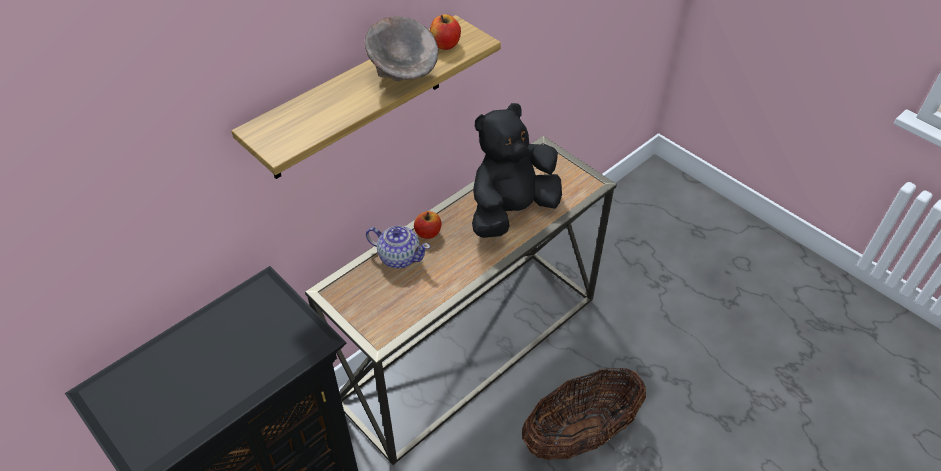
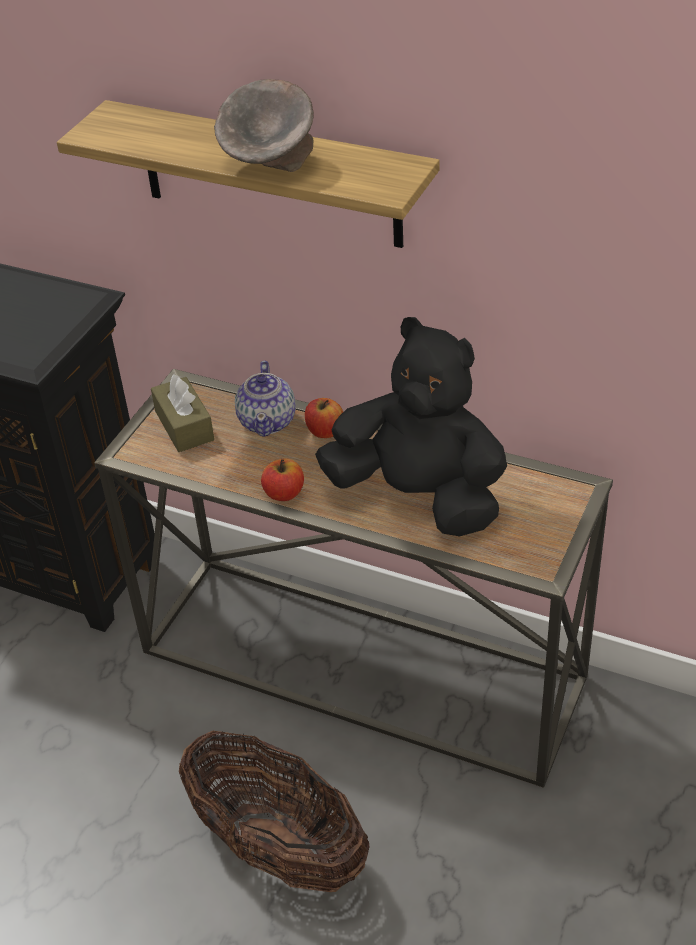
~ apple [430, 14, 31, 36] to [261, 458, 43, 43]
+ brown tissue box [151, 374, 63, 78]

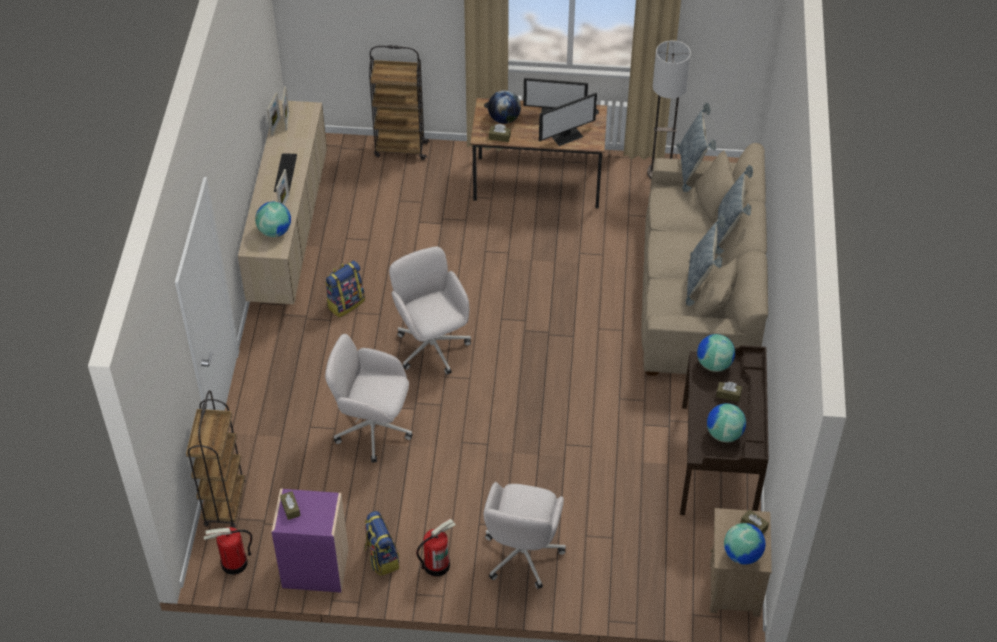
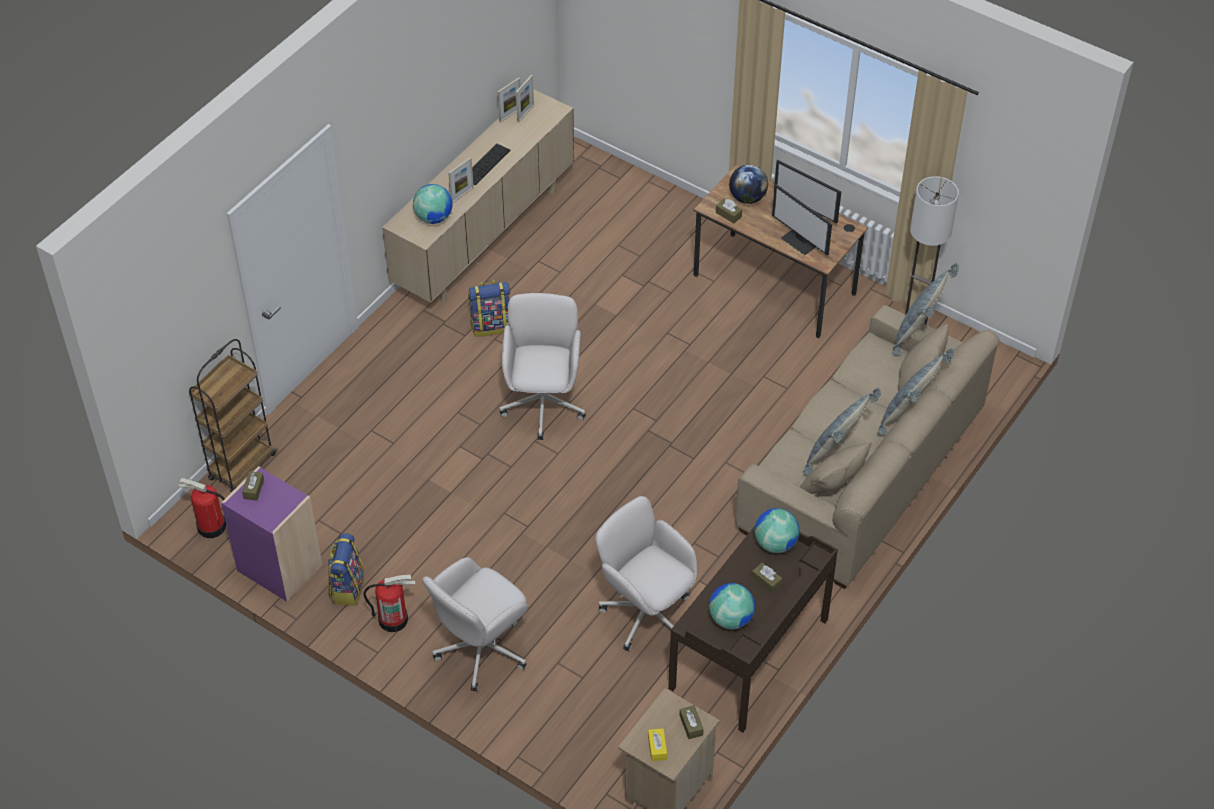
~ white office chair [325, 334, 88, 129] to [595, 496, 102, 155]
- brown cart [369, 45, 61, 115]
~ monitor [539, 93, 58, 53] = [772, 184, 60, 71] 45 degrees clockwise
~ globe [724, 523, 42, 42] to yellow tissue box [648, 728, 19, 33]

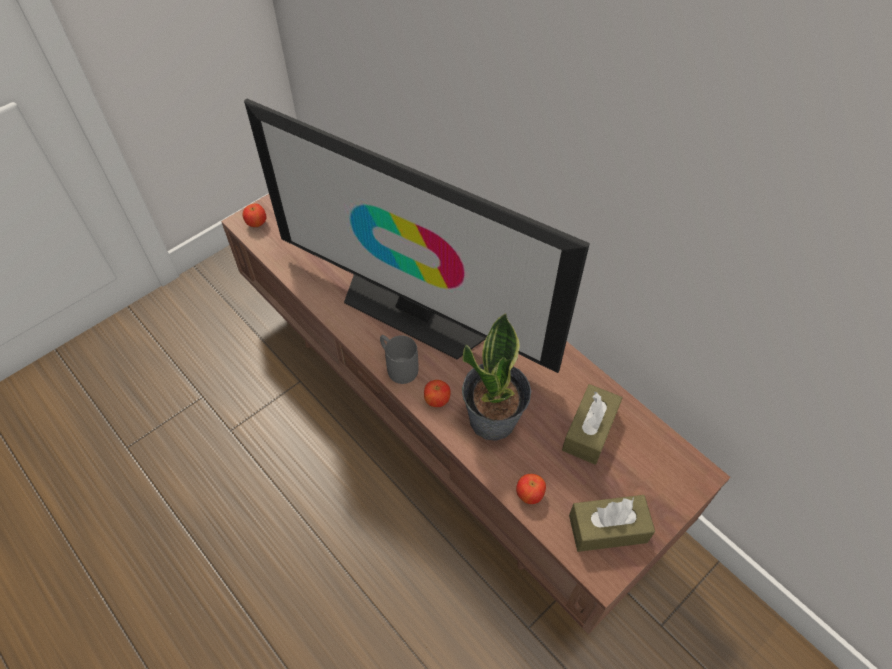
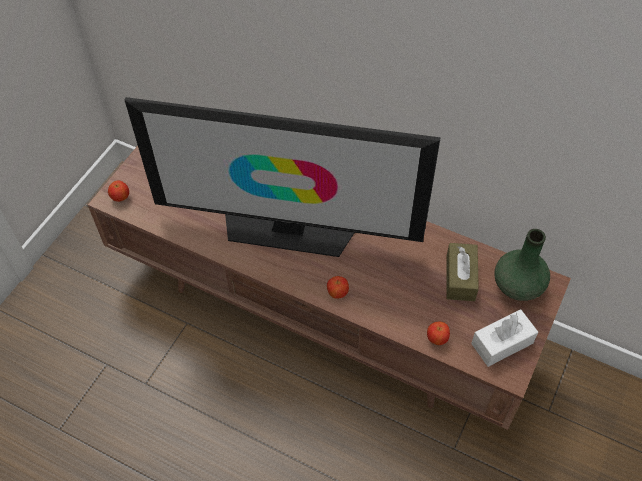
- grey mug [380, 335, 39, 49]
- potted plant [462, 313, 69, 128]
~ brown tissue box [569, 495, 86, 57] to white tissue box [471, 309, 67, 58]
+ green vase [494, 229, 56, 72]

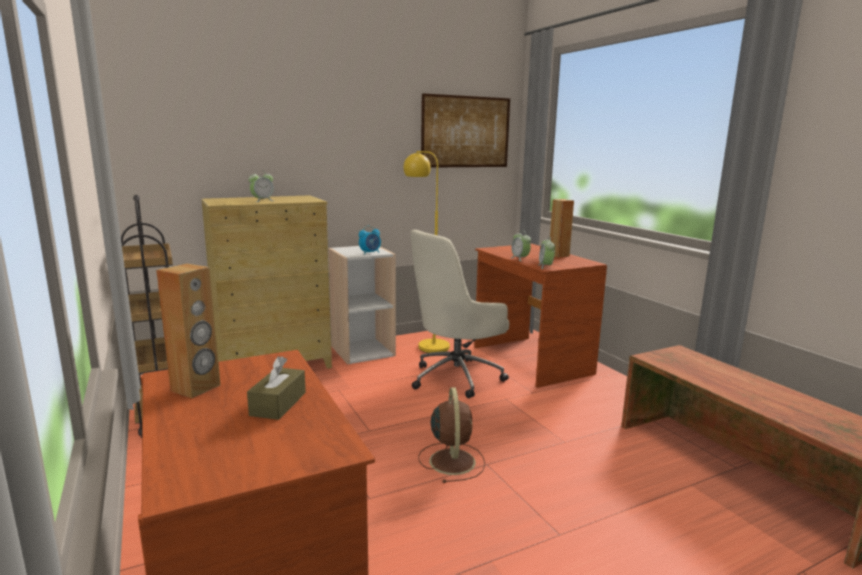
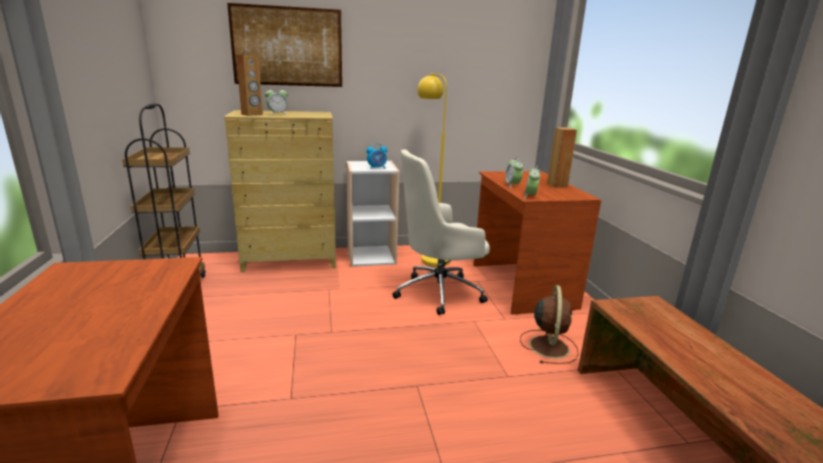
~ brown speaker [156, 263, 64, 135] to [236, 55, 27, 61]
- brown tissue box [247, 356, 59, 64]
~ brown fan [418, 388, 67, 95] to [520, 285, 59, 79]
~ picture [421, 93, 89, 75] to [227, 3, 115, 84]

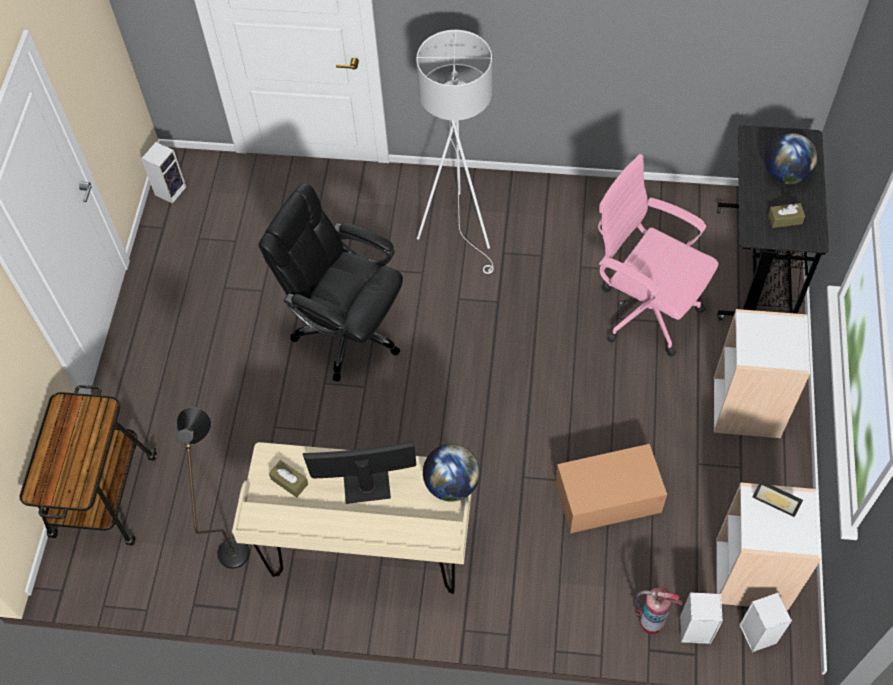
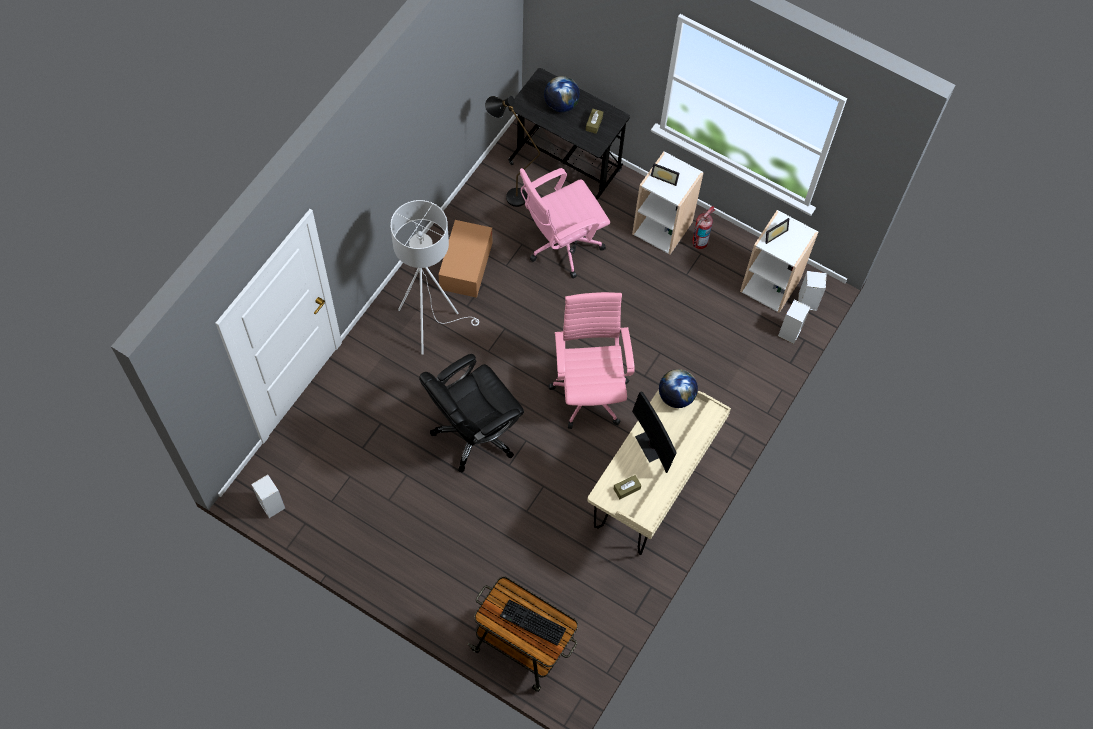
~ black floor lamp [176, 407, 74, 162] to [485, 96, 55, 111]
~ monitor [303, 440, 113, 64] = [632, 392, 45, 81] 45 degrees counterclockwise
~ cardboard box [555, 444, 112, 89] to [439, 220, 53, 78]
~ fire extinguisher [635, 587, 47, 48] to [693, 206, 22, 43]
+ keyboard [500, 600, 66, 46]
+ pink office chair [548, 292, 87, 137]
+ picture frame [651, 163, 29, 23]

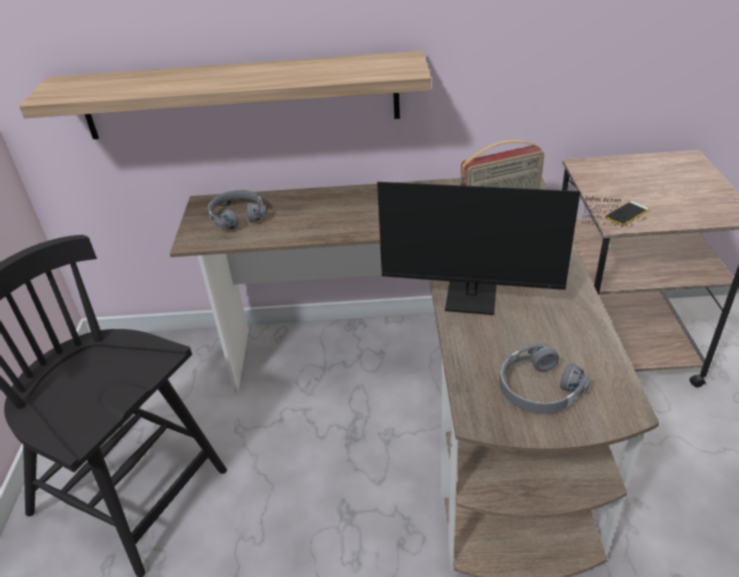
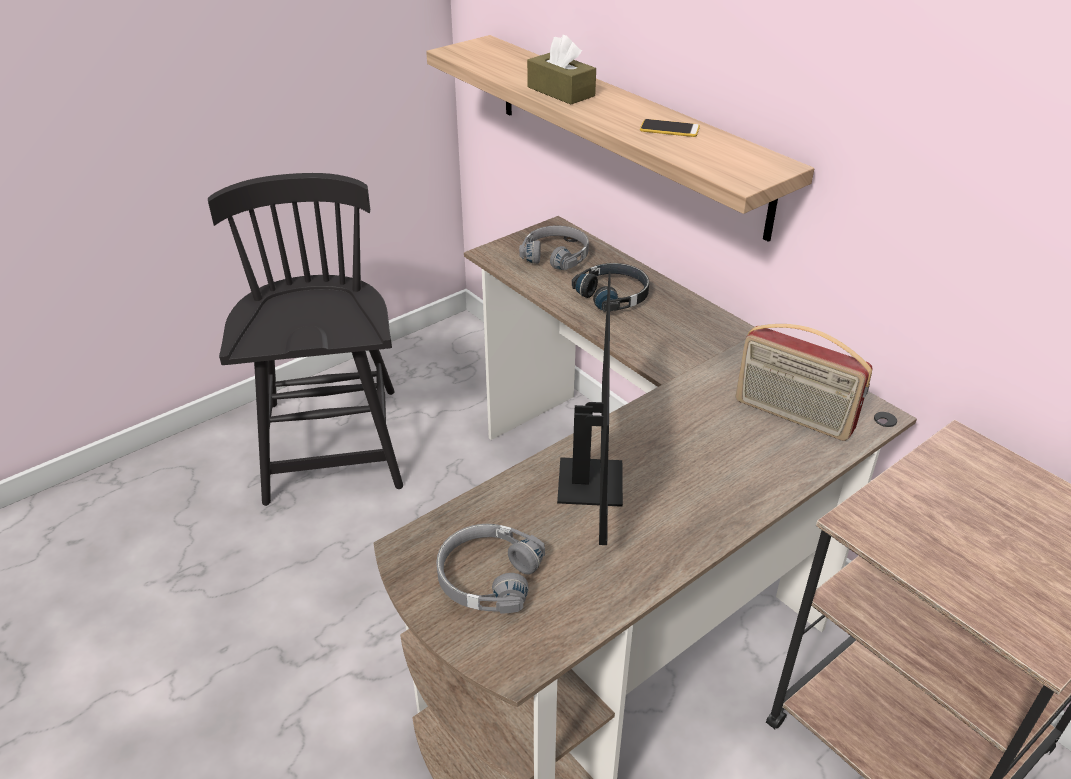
~ monitor [377, 182, 270, 133] = [557, 257, 66, 288] 150 degrees counterclockwise
~ phone [605, 201, 44, 25] to [640, 119, 60, 18]
+ brown tissue box [527, 35, 69, 70]
+ black headphones [572, 263, 77, 49]

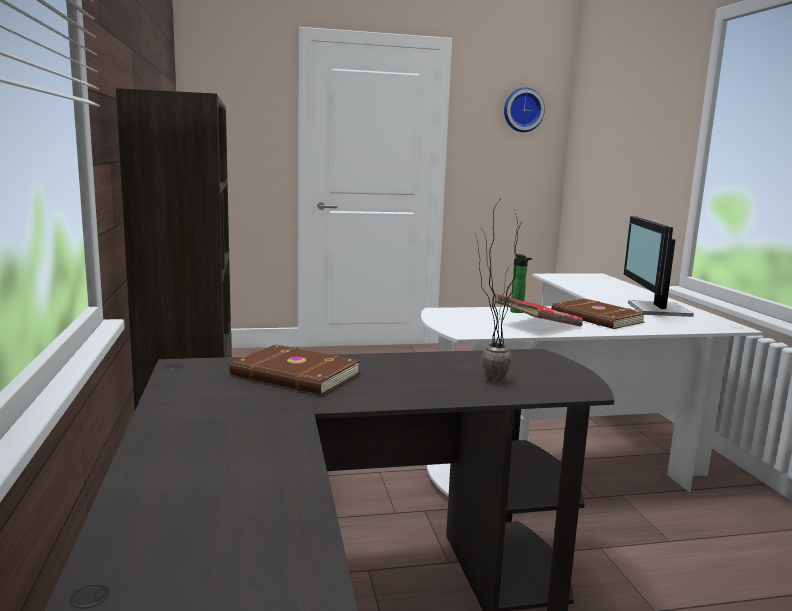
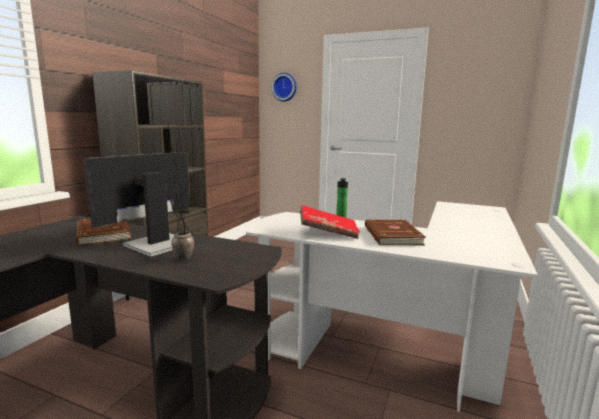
~ wall clock [504, 87, 41, 45] to [272, 73, 25, 29]
~ monitor [624, 216, 70, 101] to [84, 152, 106, 105]

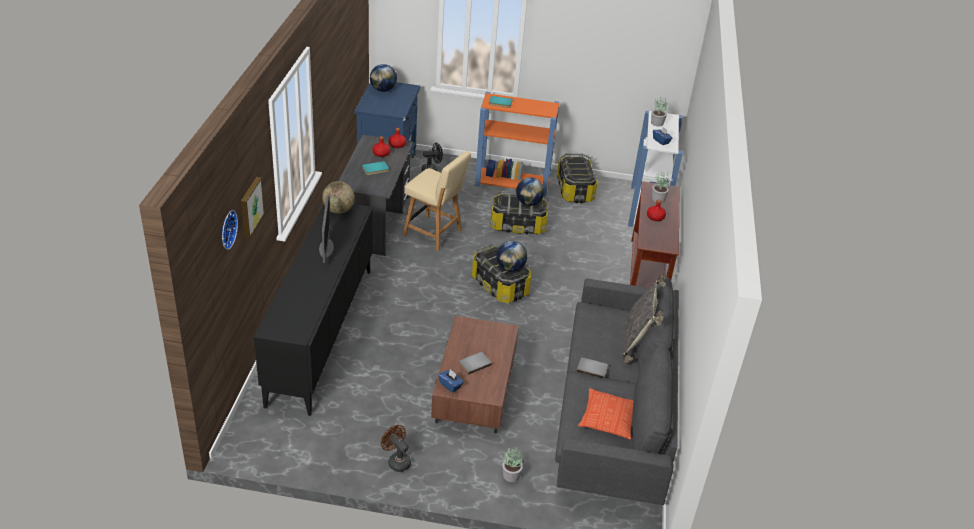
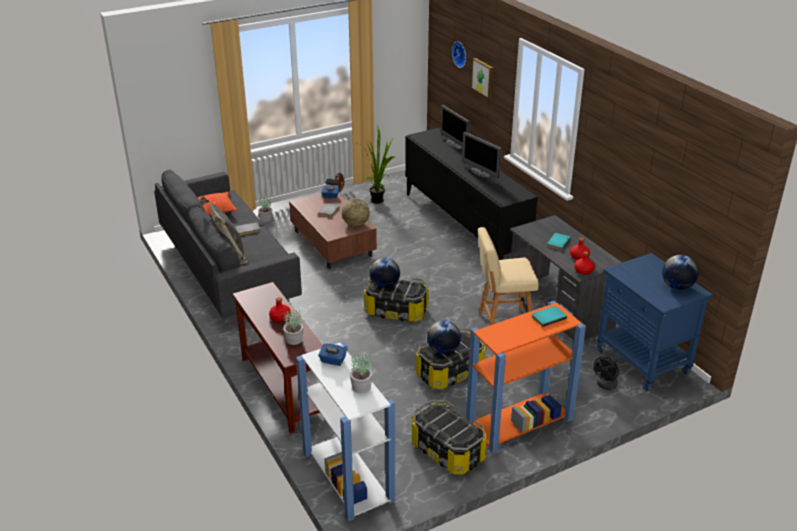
~ globe [322, 181, 33, 33] to [342, 198, 28, 29]
+ potted plant [356, 126, 39, 78]
+ monitor [440, 105, 30, 44]

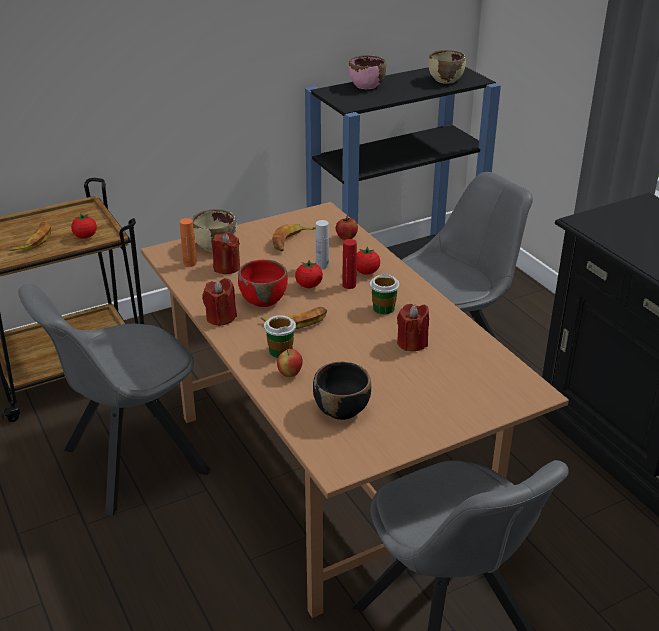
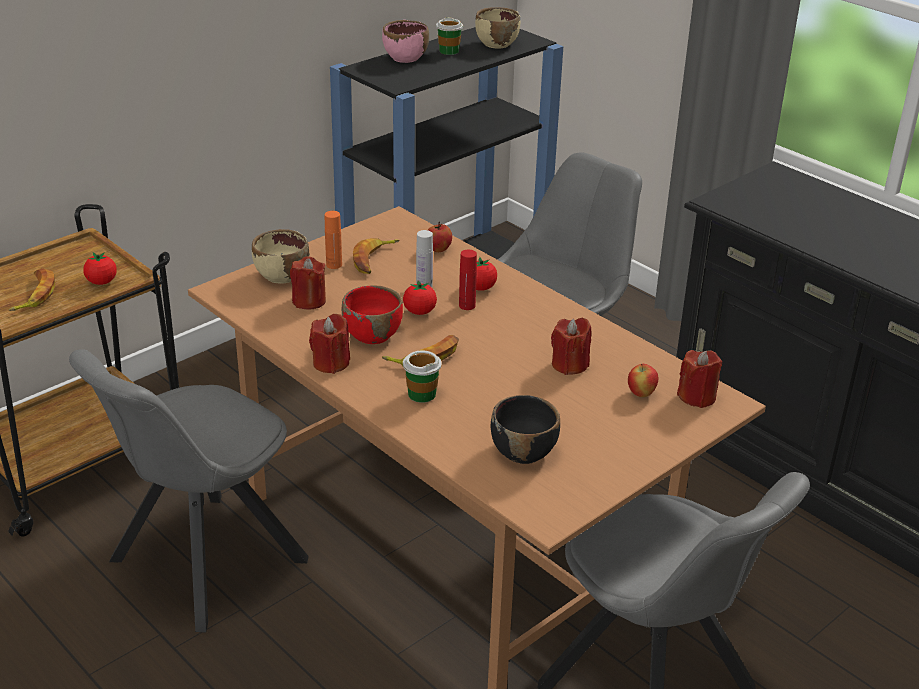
~ orange bottle [180, 218, 17, 49] to [325, 211, 17, 58]
~ apple [277, 348, 26, 29] to [628, 364, 30, 33]
~ cup [370, 273, 30, 42] to [436, 17, 27, 38]
+ red candle [677, 350, 45, 58]

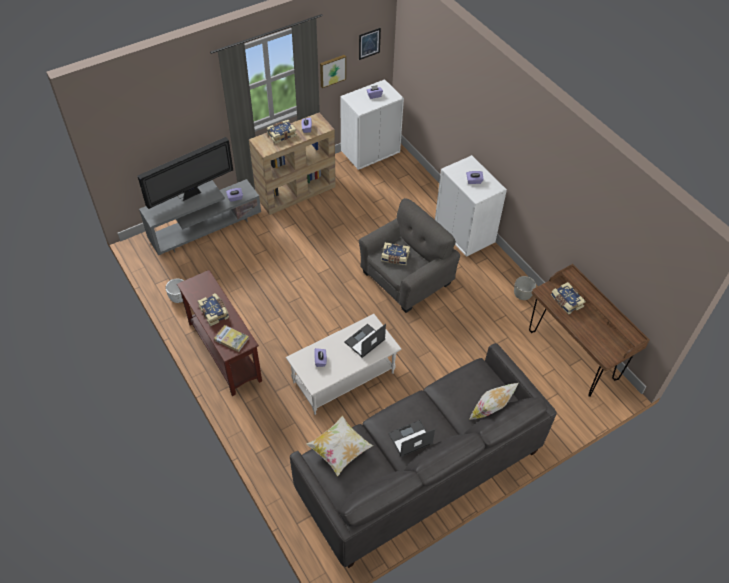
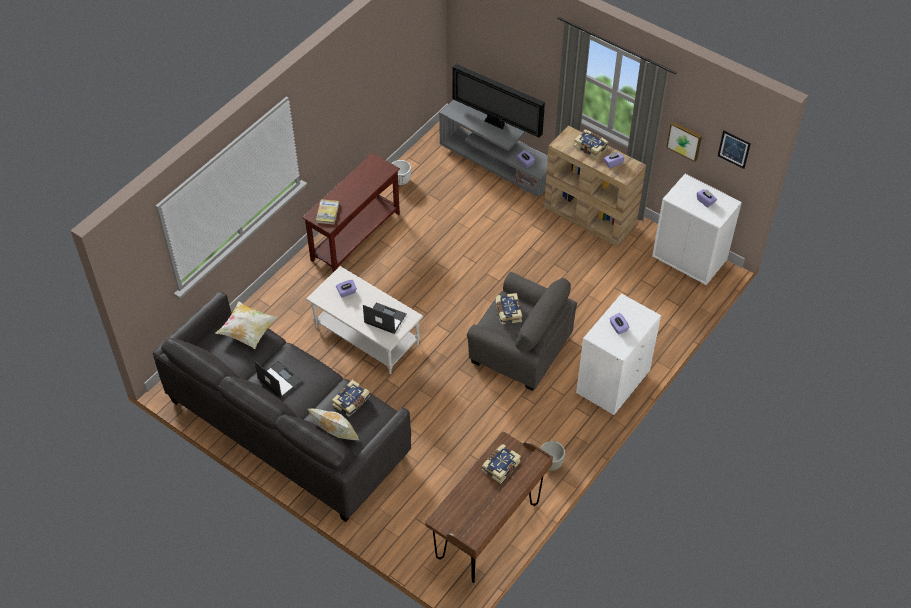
~ book [197, 293, 32, 33] to [332, 380, 38, 37]

